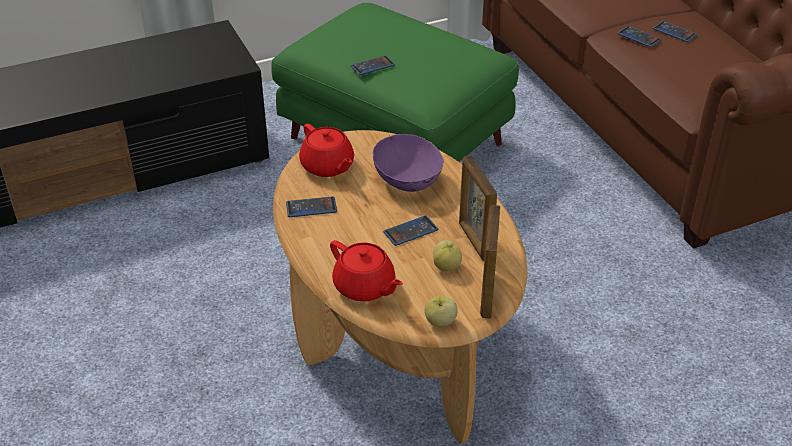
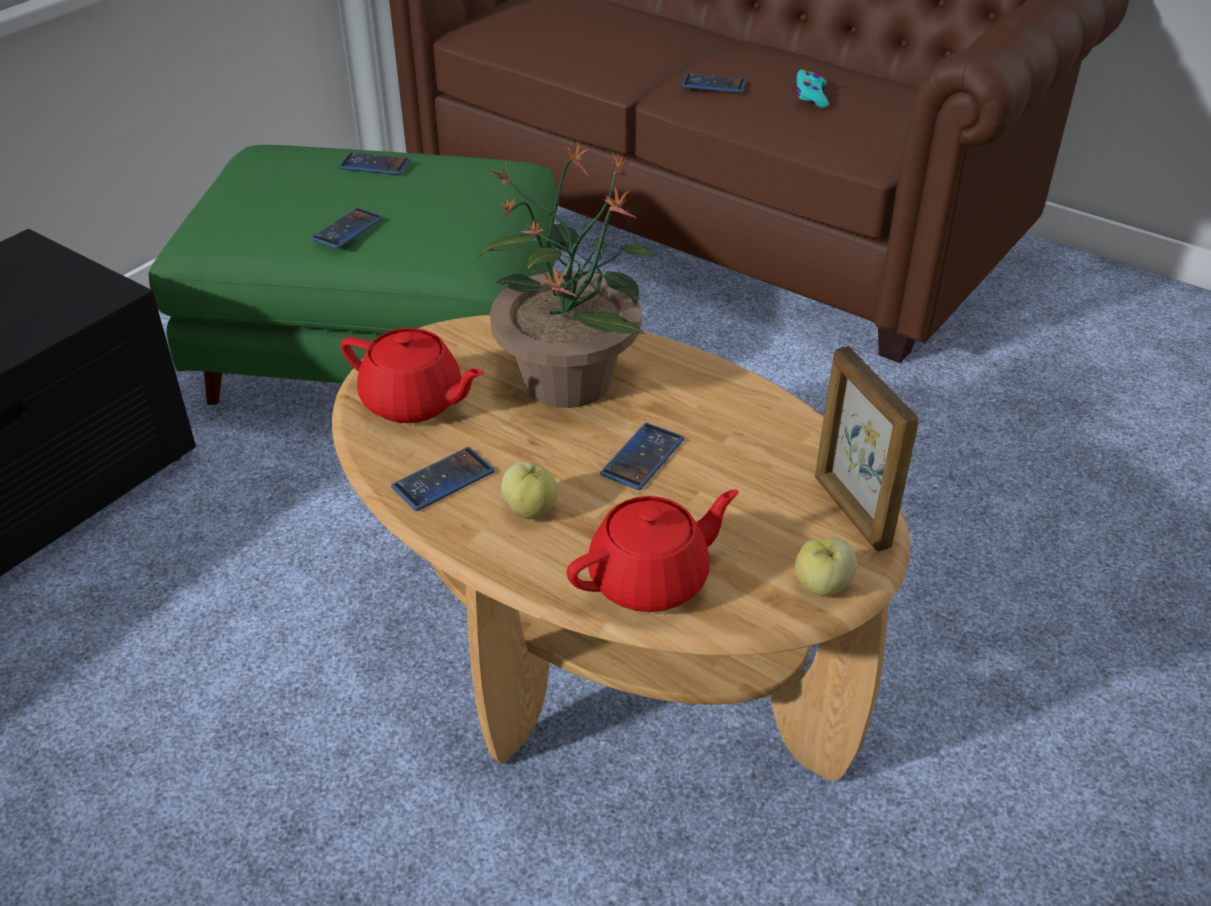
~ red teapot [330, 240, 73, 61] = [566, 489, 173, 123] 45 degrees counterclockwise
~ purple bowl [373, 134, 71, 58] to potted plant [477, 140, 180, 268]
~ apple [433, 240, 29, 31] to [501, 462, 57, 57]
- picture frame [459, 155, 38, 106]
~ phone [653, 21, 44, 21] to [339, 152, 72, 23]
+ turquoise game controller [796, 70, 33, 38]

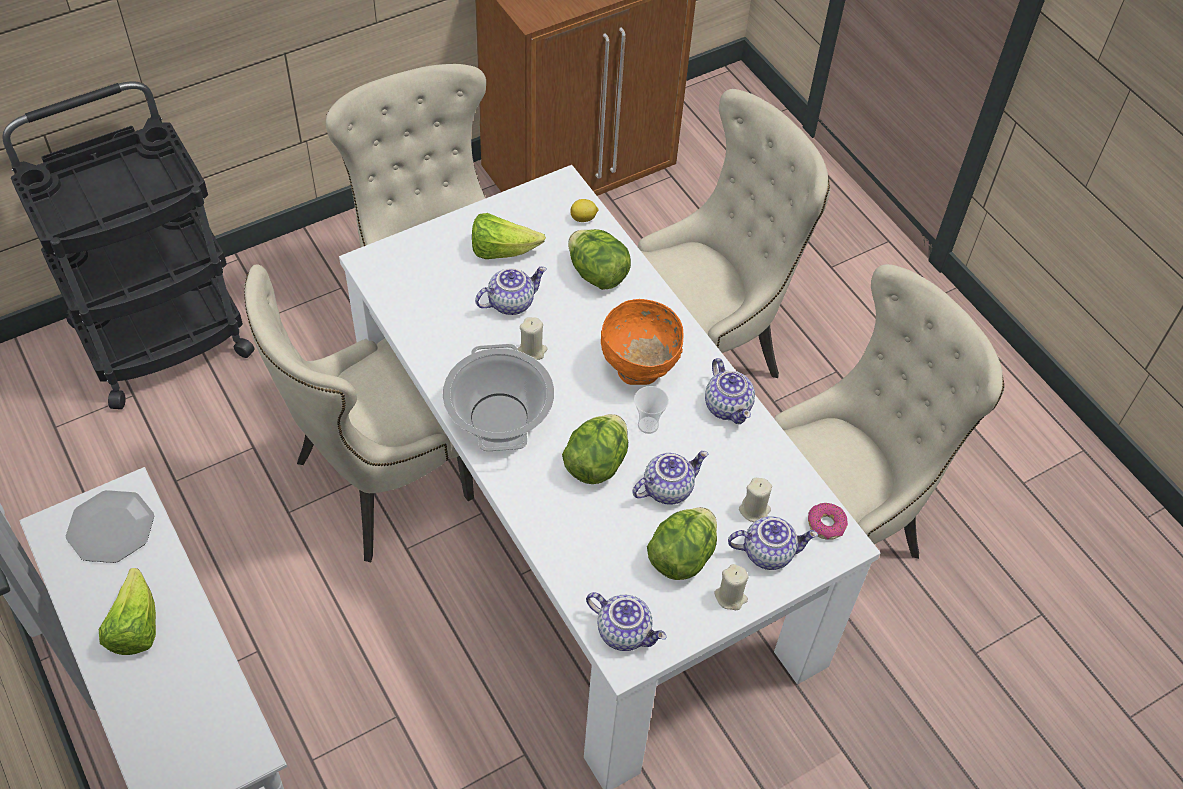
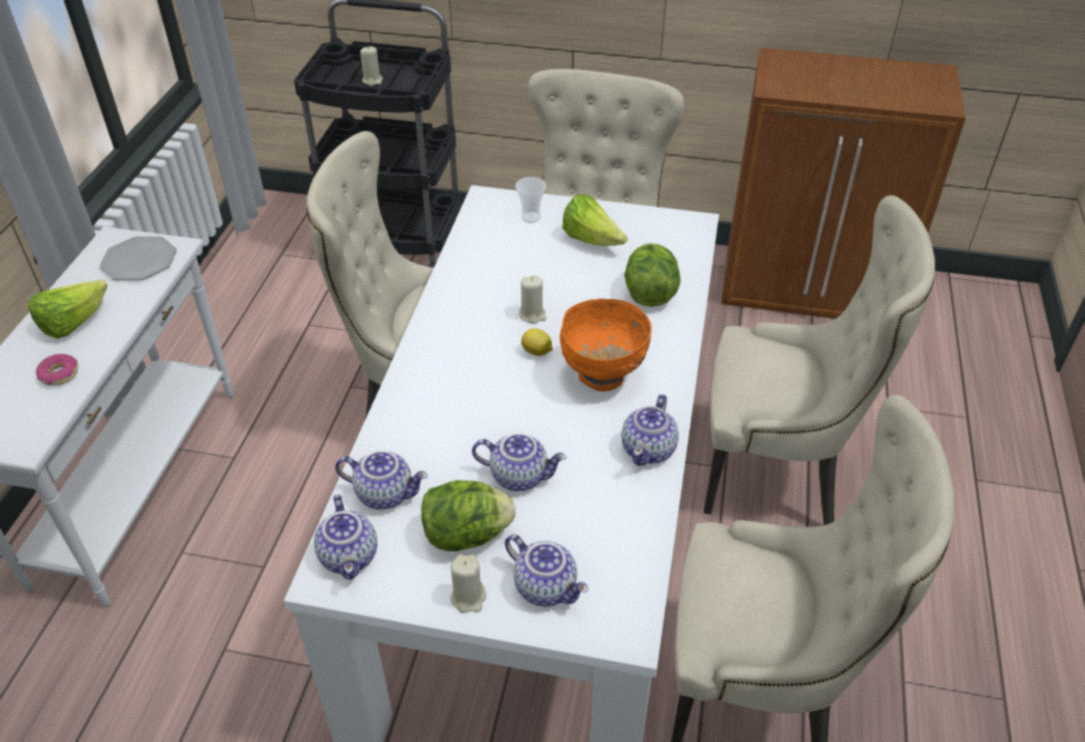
- cooking pot [442, 344, 112, 108]
~ teapot [475, 266, 72, 49] to [335, 450, 93, 60]
- lettuce [562, 414, 66, 70]
~ lemon [570, 199, 29, 23] to [521, 328, 32, 28]
~ cup [634, 386, 35, 48] to [515, 177, 31, 46]
~ beige candle [739, 478, 33, 44] to [360, 46, 23, 40]
~ donut [808, 503, 40, 37] to [36, 354, 42, 32]

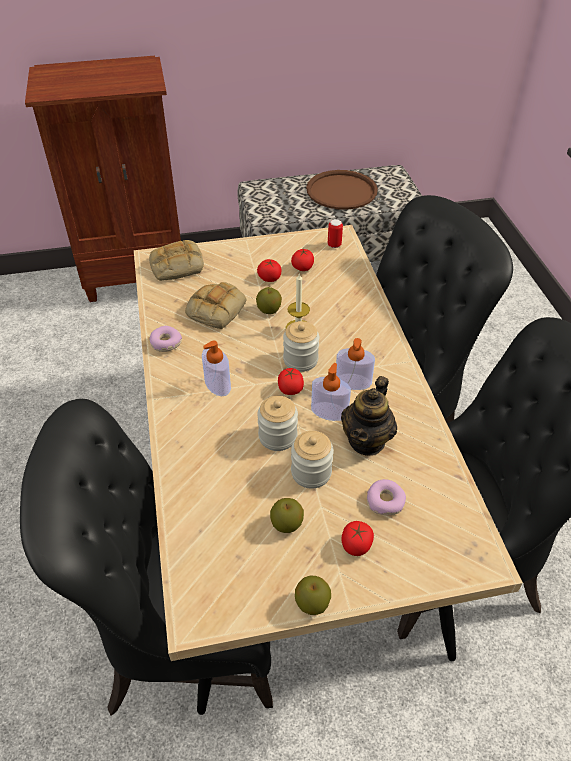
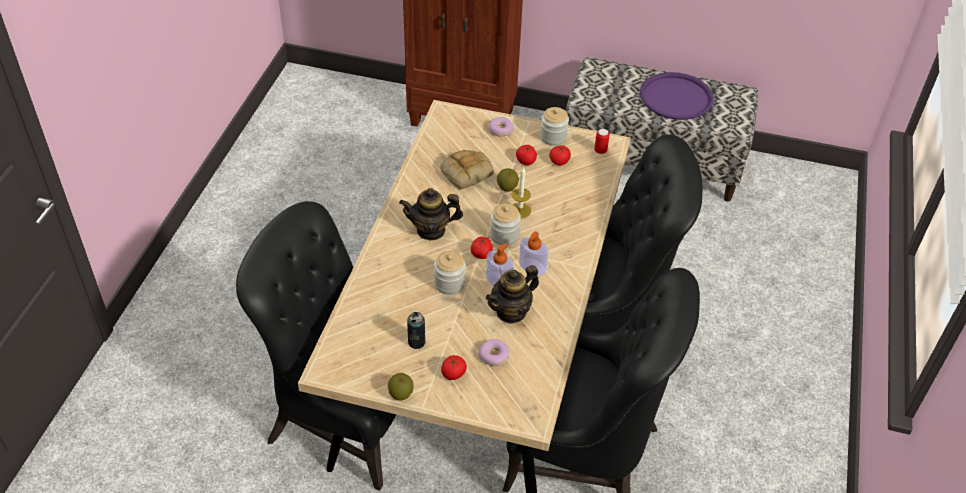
- bread [149, 240, 55, 41]
~ donut [150, 326, 32, 26] to [489, 117, 25, 20]
~ soap dispenser [202, 341, 29, 55] to teapot [399, 188, 64, 52]
~ apple [270, 498, 34, 35] to can [407, 312, 18, 37]
~ jar [291, 431, 43, 58] to [540, 107, 29, 39]
~ brown tray [306, 170, 72, 40] to purple tray [640, 72, 74, 48]

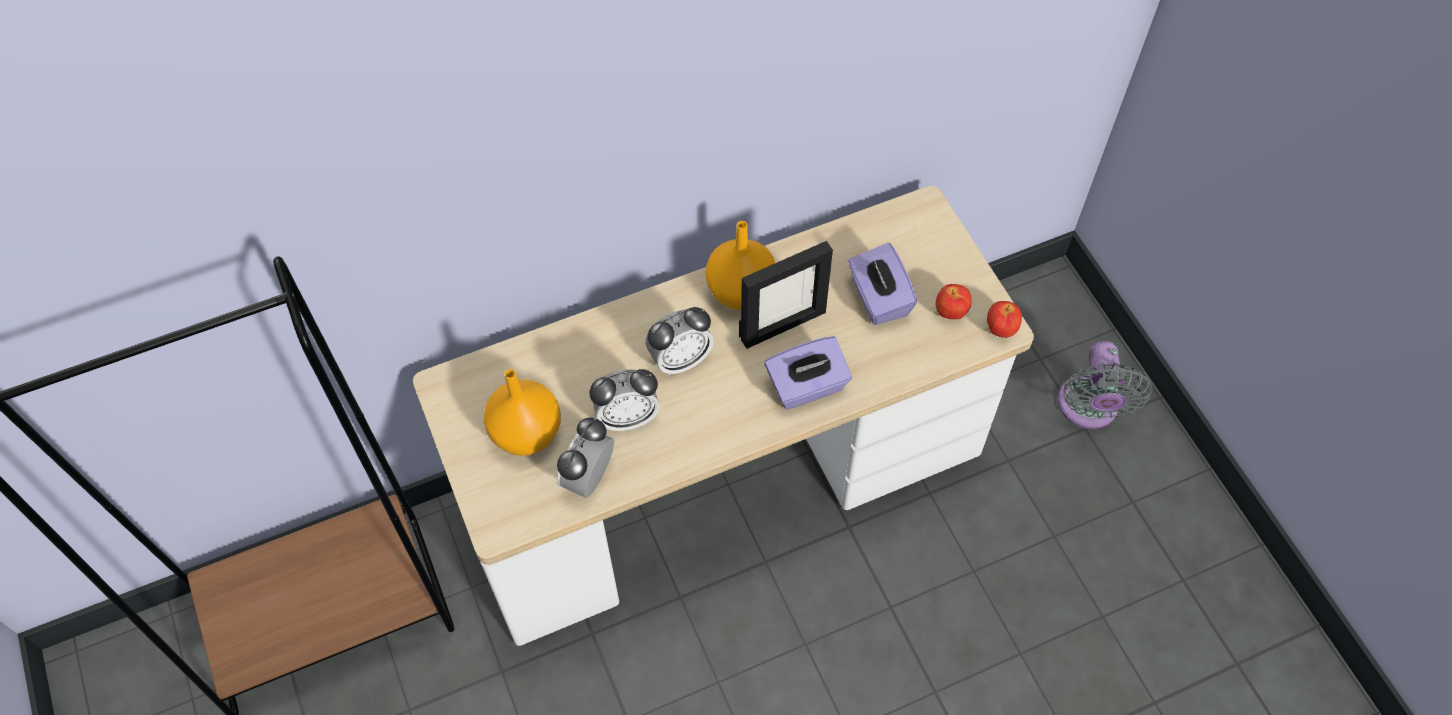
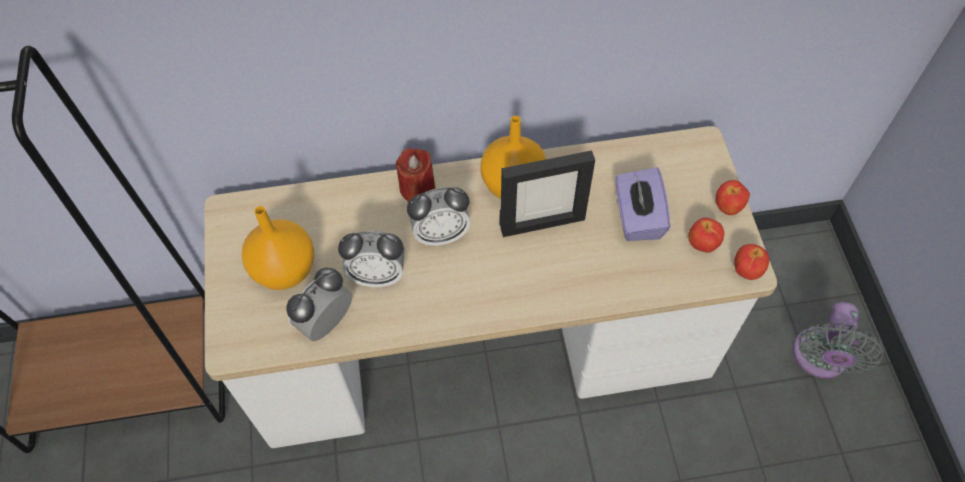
- purple tissue box [764, 336, 88, 73]
+ red candle [396, 148, 39, 54]
+ apple [715, 180, 35, 35]

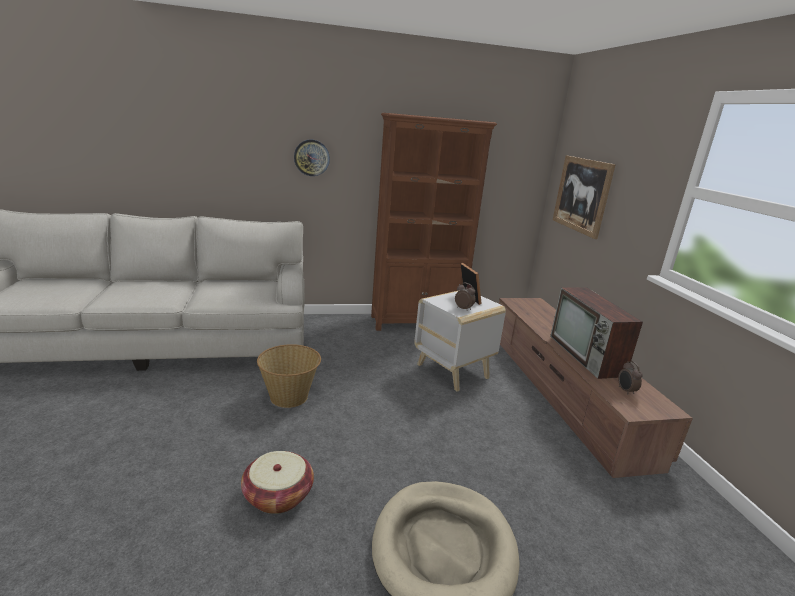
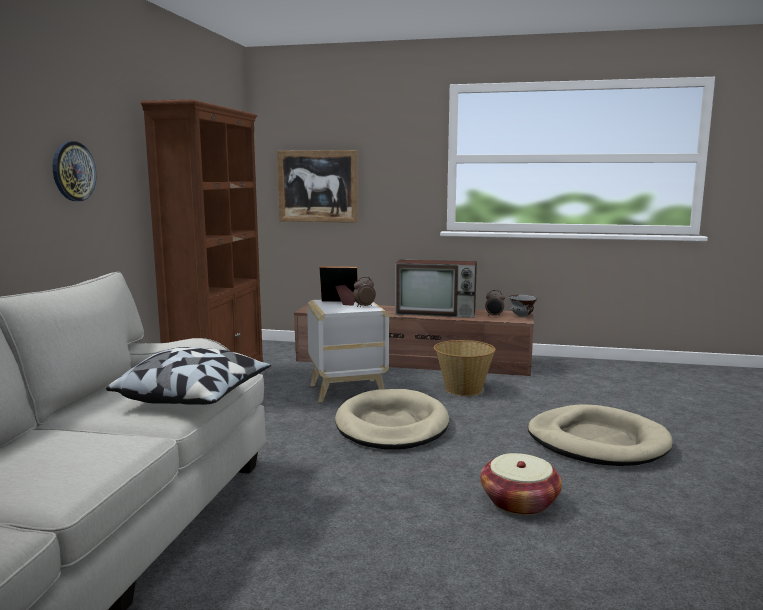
~ basket [257, 344, 64, 64] to [434, 340, 62, 56]
+ pillow [106, 347, 165, 58]
+ beige dog bed [335, 389, 114, 61]
+ grey bowl [509, 295, 28, 22]

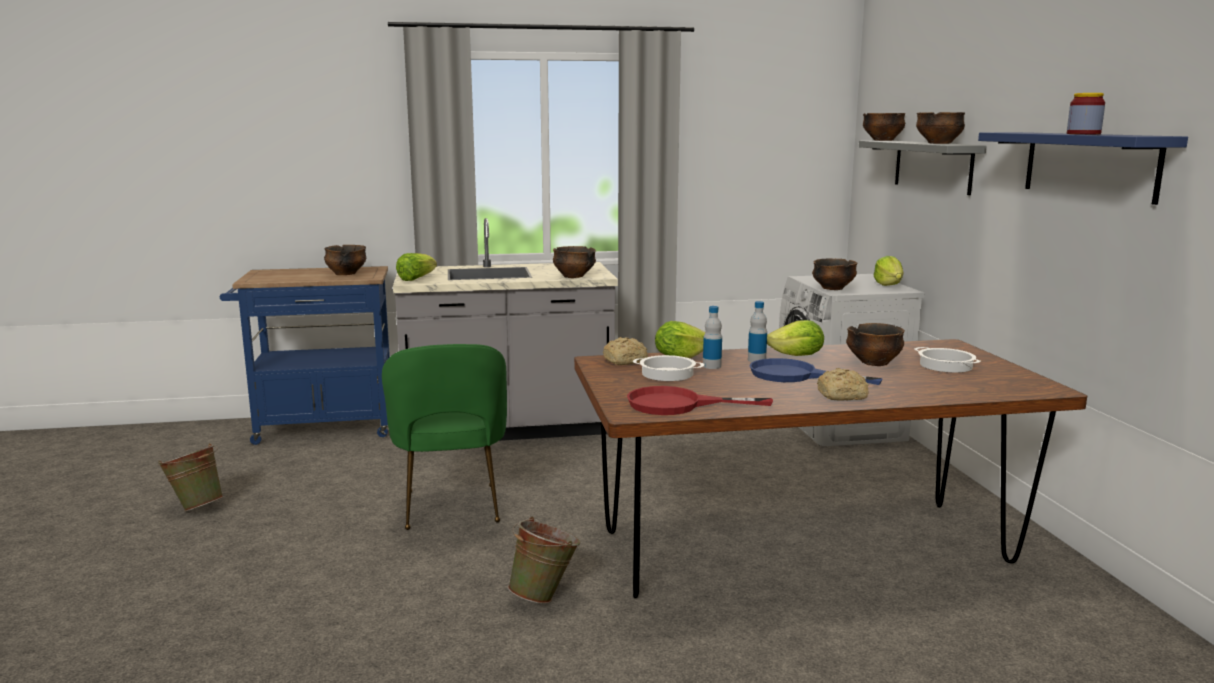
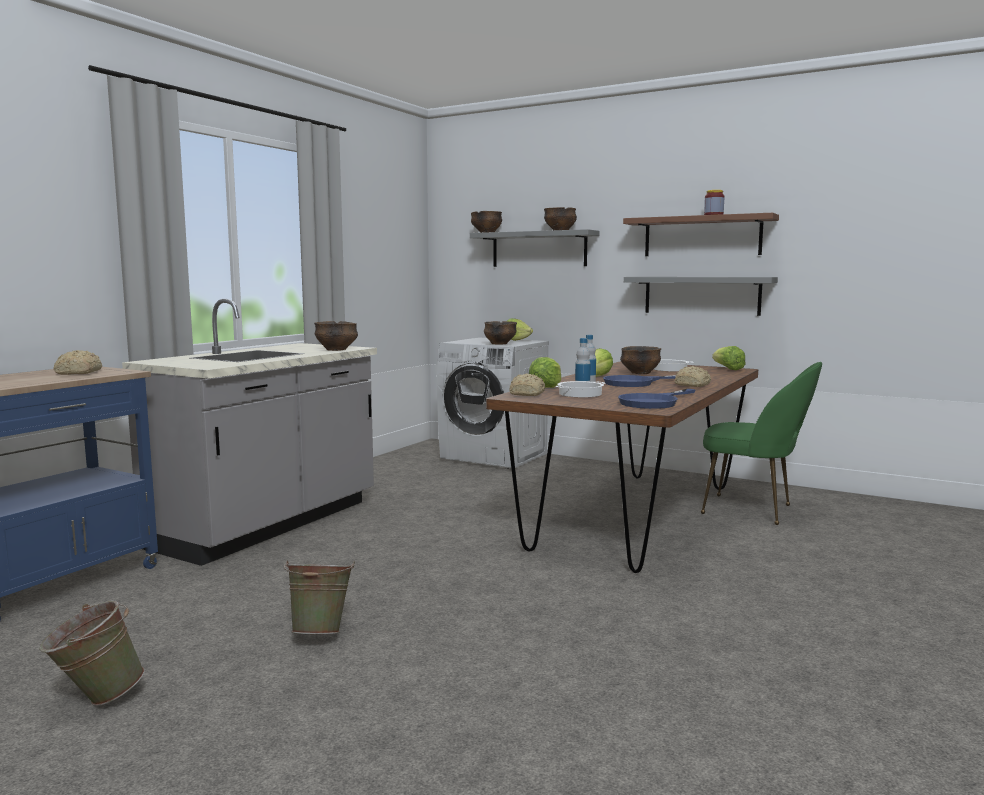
~ bowl [324, 245, 42, 30] to bread [54, 350, 48, 25]
~ green chair [382, 344, 125, 186] to [701, 362, 121, 163]
~ lettuce [396, 253, 41, 28] to [712, 346, 33, 24]
~ green bucket [508, 516, 72, 88] to [283, 560, 72, 74]
~ red frying pan [627, 386, 146, 29] to blue frying pan [618, 389, 77, 20]
~ blue shelf [978, 132, 210, 73] to brown shelf [623, 213, 156, 43]
+ grey shelf [624, 277, 154, 39]

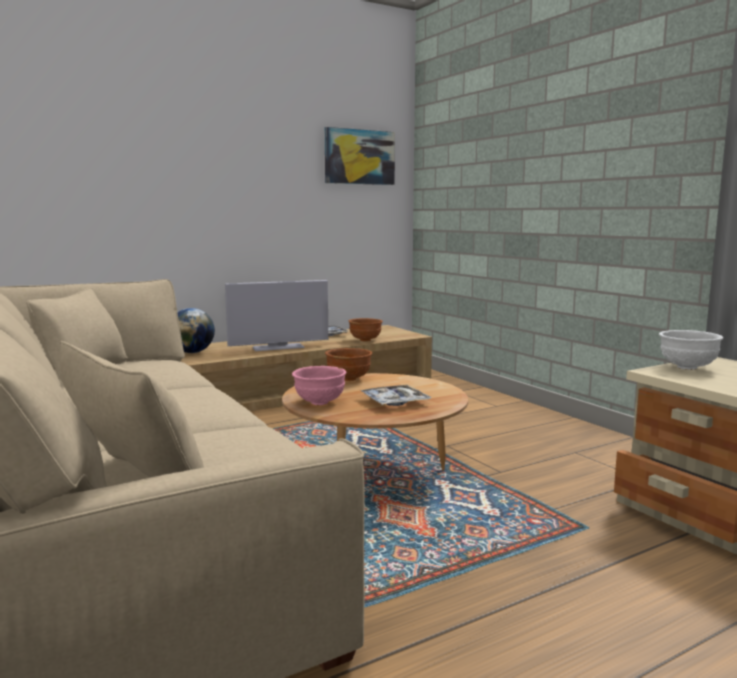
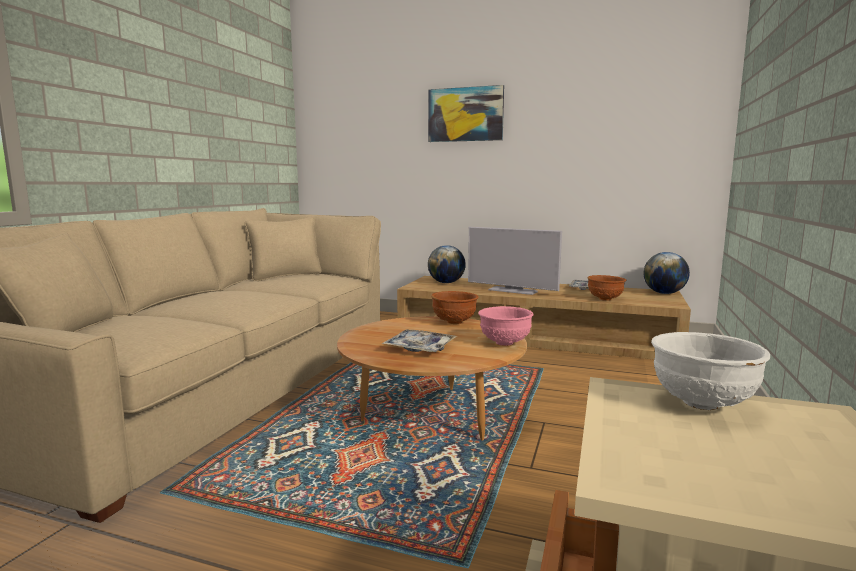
~ pink bowl [292, 366, 54, 39] to [478, 306, 55, 40]
~ picture [325, 127, 70, 58] to [428, 85, 76, 57]
+ globe [644, 252, 46, 42]

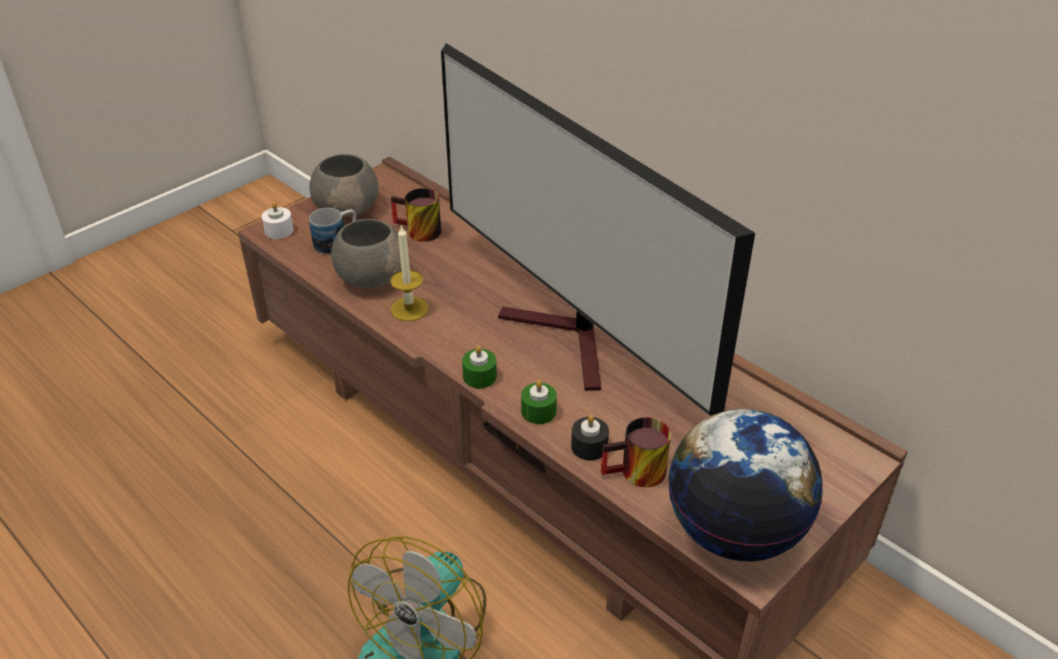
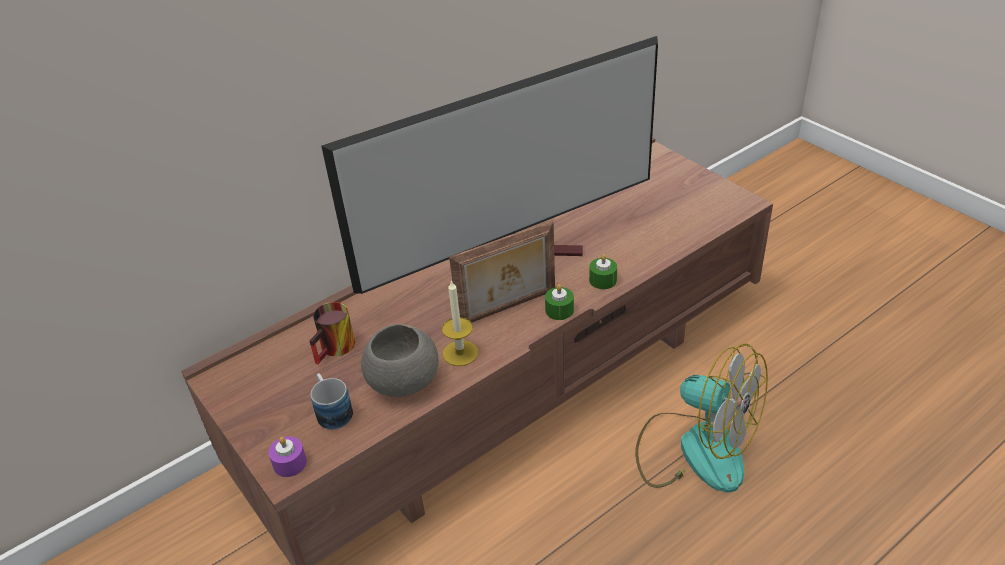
~ white candle [262, 202, 32, 37] to purple candle [268, 436, 39, 41]
- grey bowl [310, 154, 68, 63]
- black candle [571, 415, 38, 45]
- mug [601, 417, 70, 70]
- globe [668, 409, 155, 153]
+ picture frame [449, 220, 106, 103]

